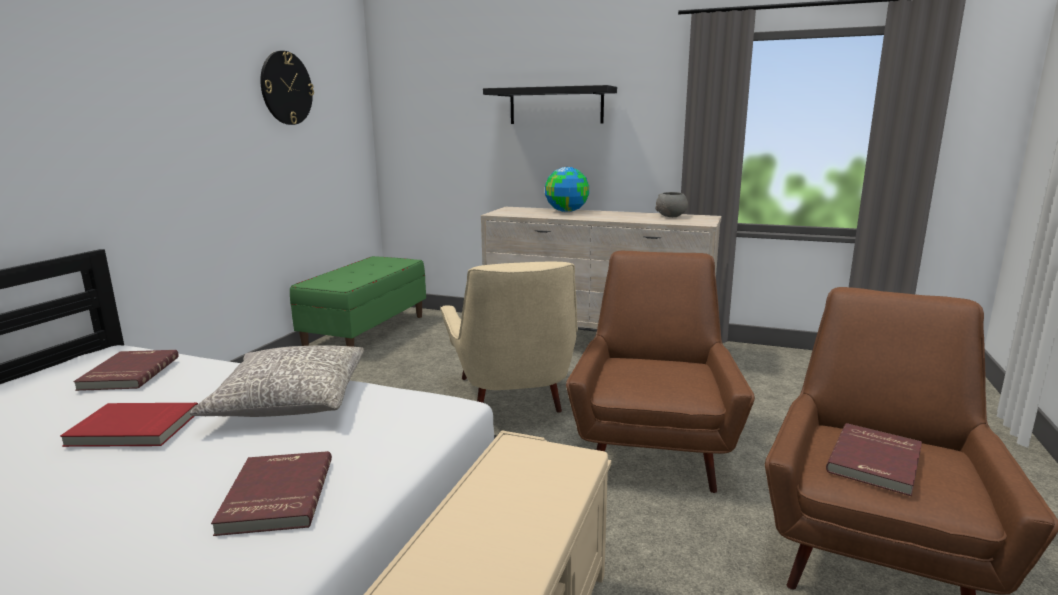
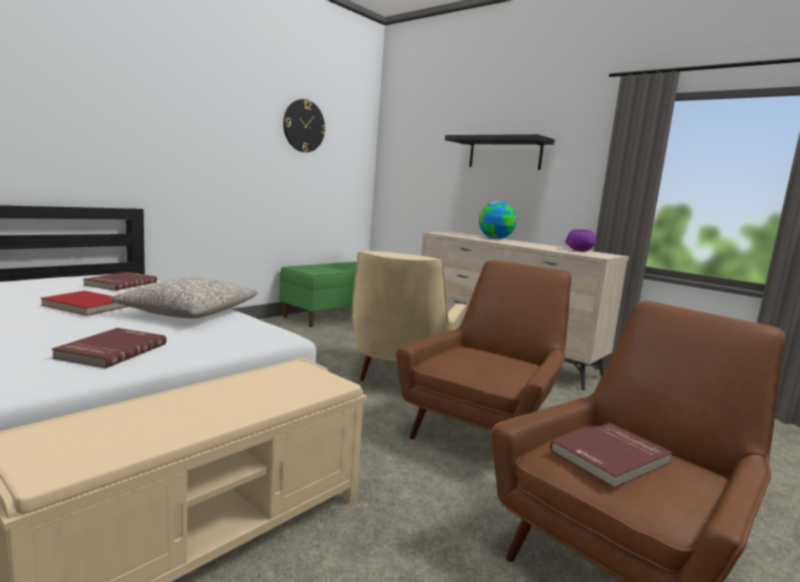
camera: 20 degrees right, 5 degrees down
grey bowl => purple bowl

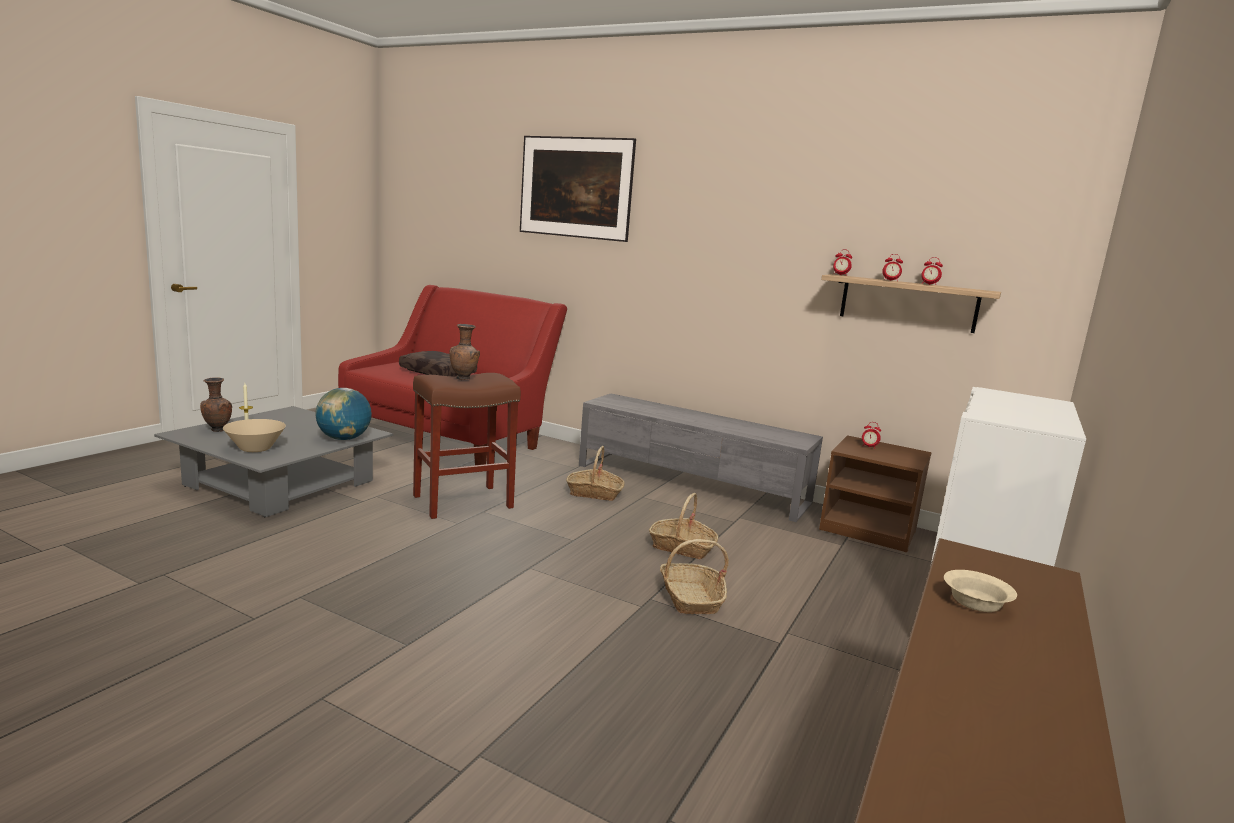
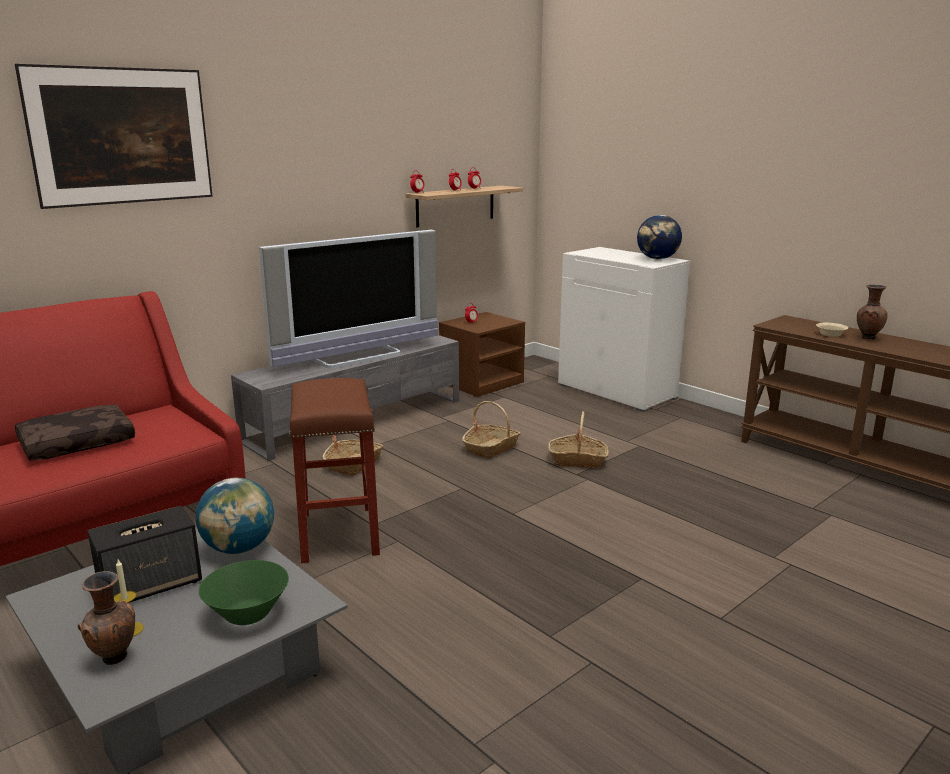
camera: 70 degrees left, 5 degrees up
nothing => speaker
nothing => television
nothing => globe (no. 2 from left)
brown vase (no. 2 from left), shifted
beige bowl (no. 1 from left) => green bowl

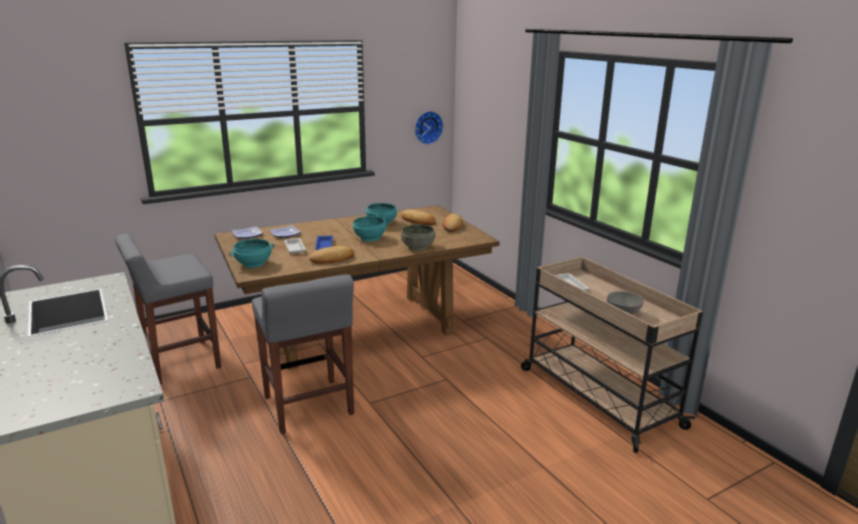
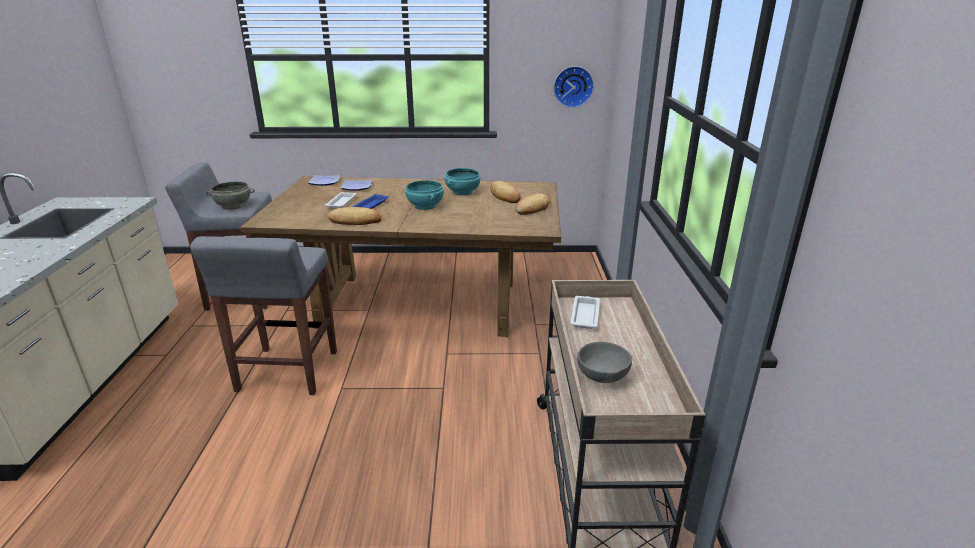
camera: 30 degrees right, 5 degrees up
turquoise bowl (no. 1 from left) => nothing
grey bowl (no. 1 from left), shifted

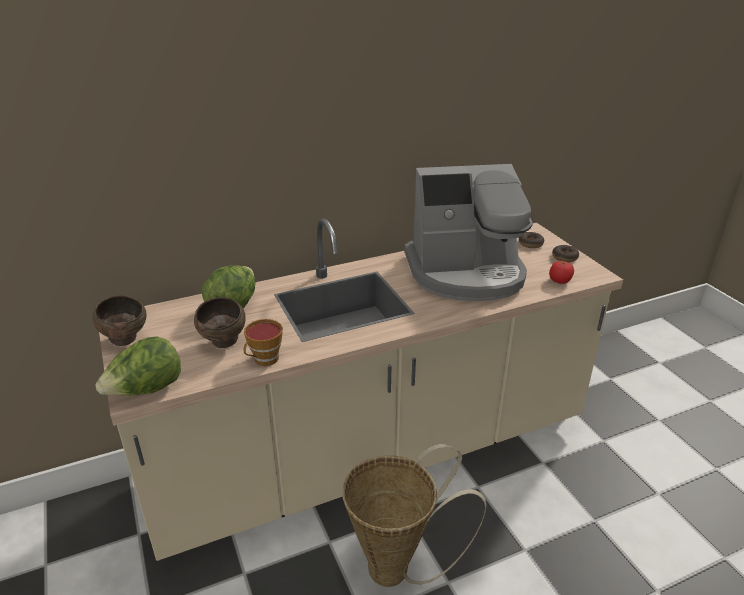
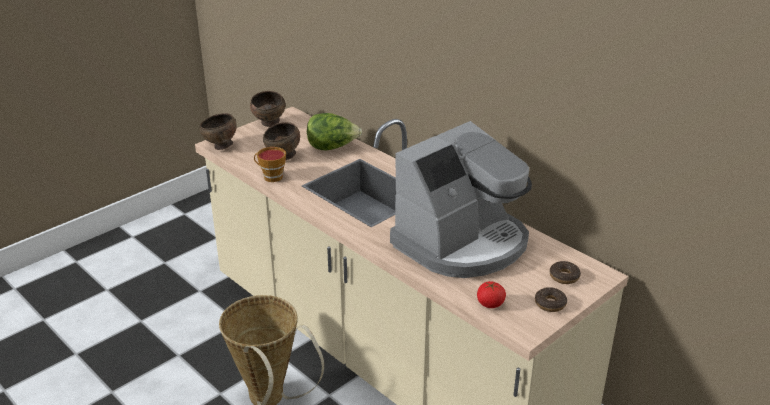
camera: 70 degrees right, 0 degrees up
lettuce (no. 1 from left) => brown bowl (no. 1 from left)
coffee machine, 105 degrees counterclockwise

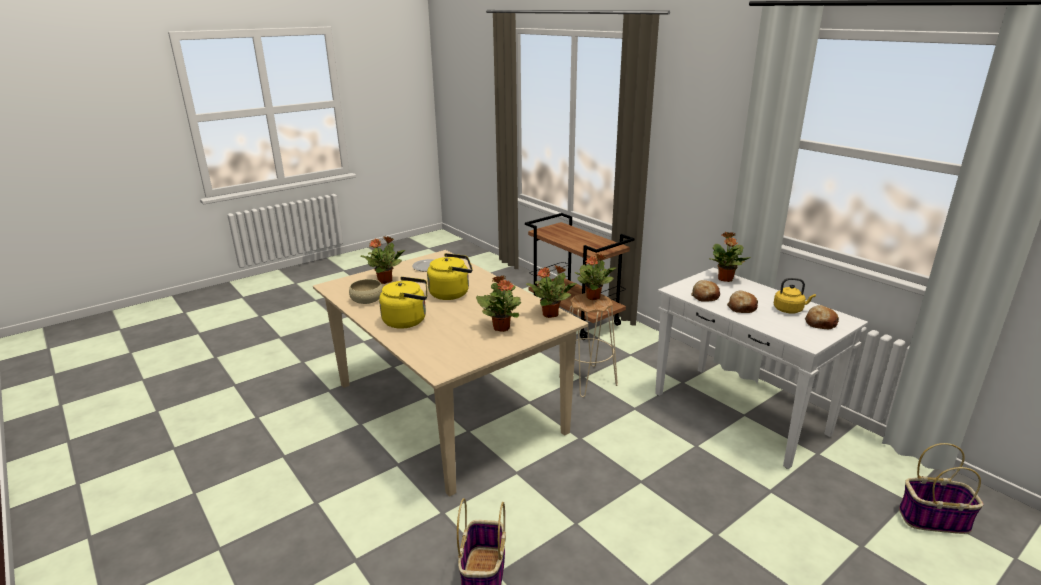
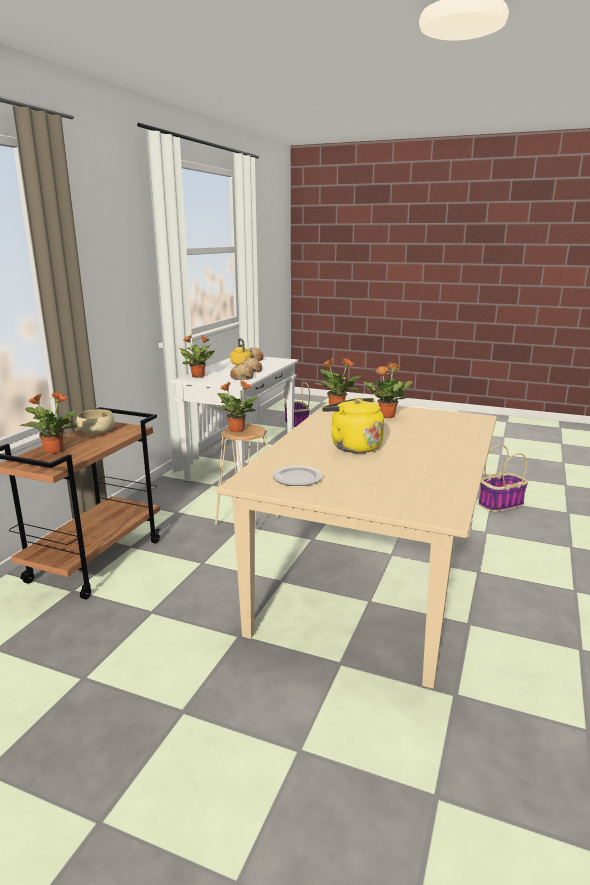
camera: 120 degrees left, 5 degrees down
yellow kettle (no. 1 from left) => nothing
beige bowl, shifted
potted plant (no. 1 from left), shifted

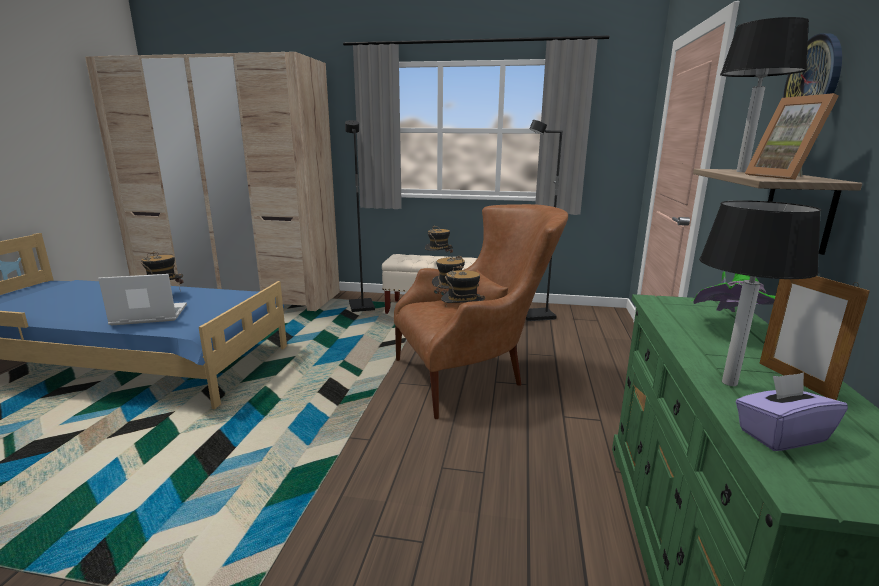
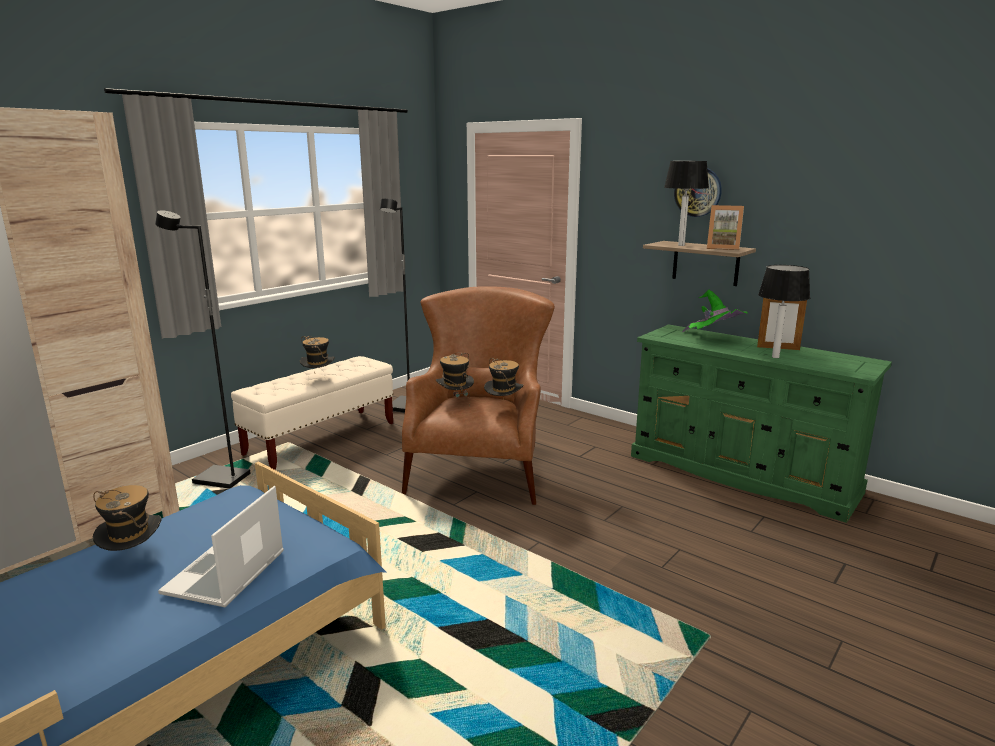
camera: 60 degrees left, 0 degrees up
purple tissue box => nothing

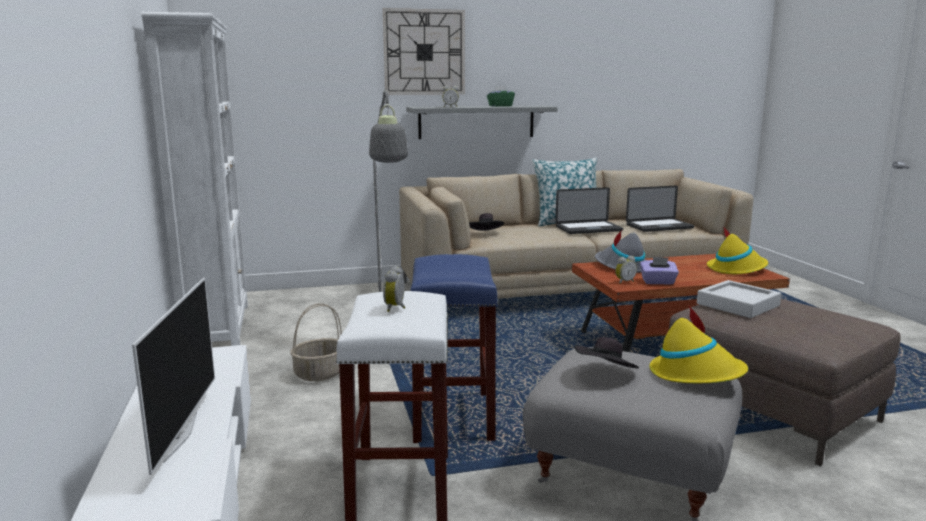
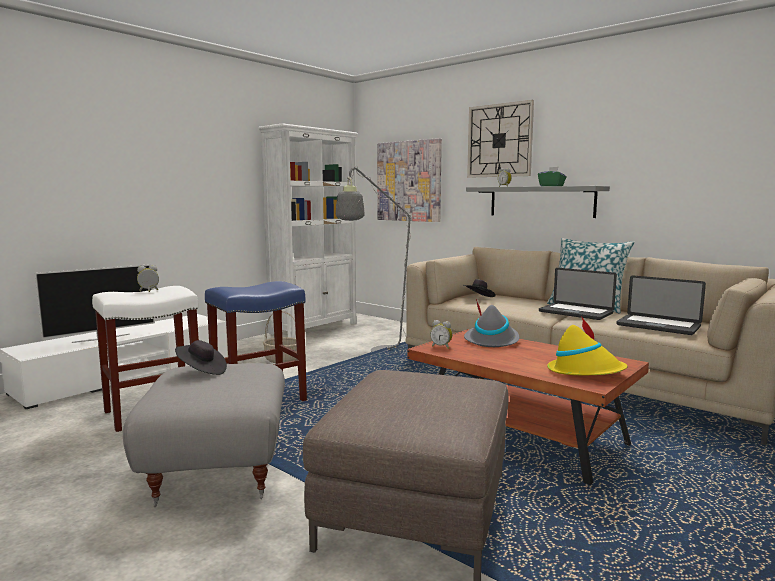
camera: 55 degrees right, 5 degrees down
purple tissue box => nothing
yellow hat (no. 1 from left) => nothing
grey tray => nothing
nothing => picture

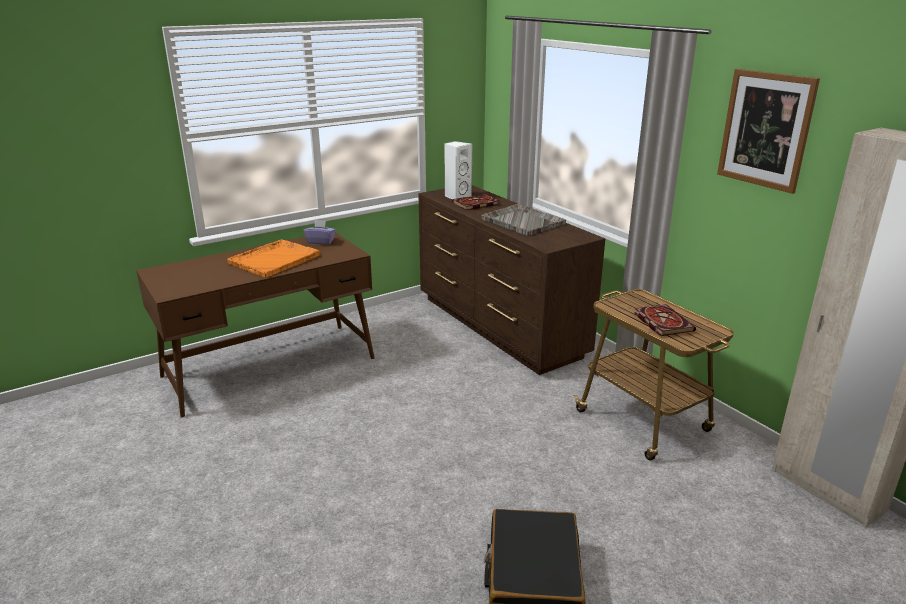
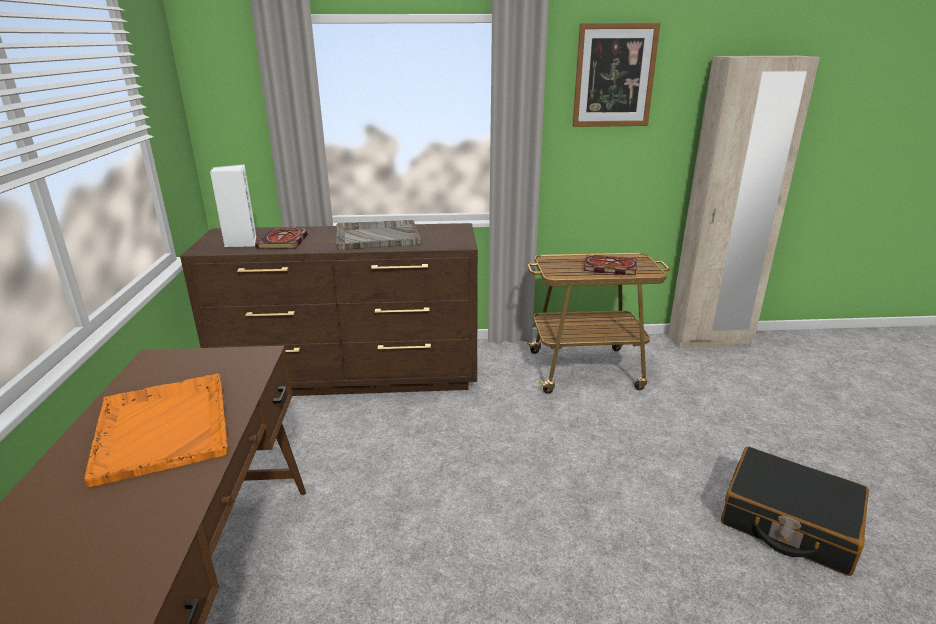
camera: 60 degrees left, 0 degrees up
purple tissue box => nothing

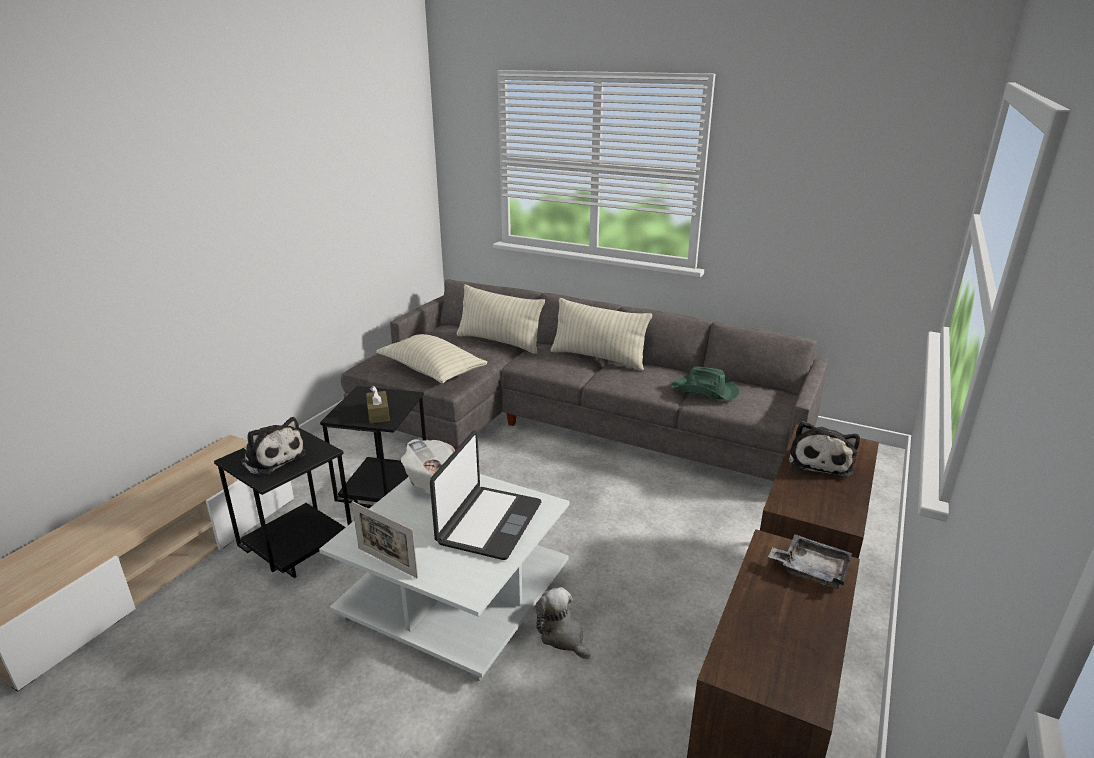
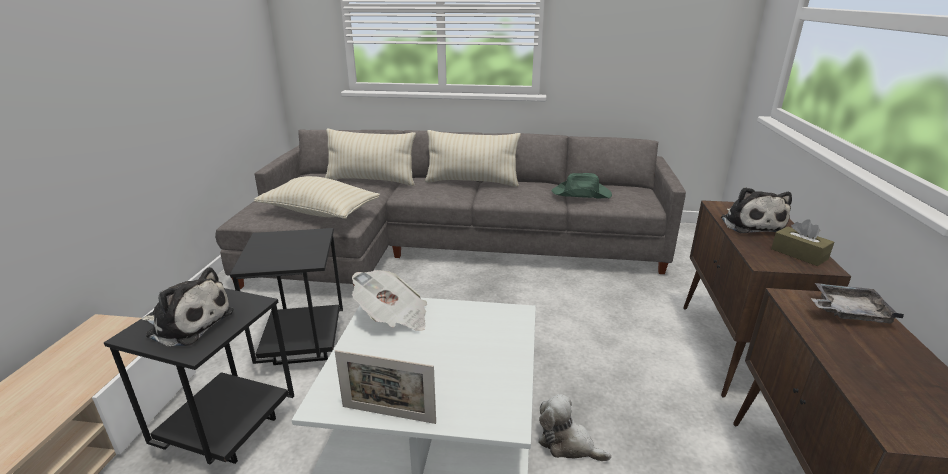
camera: 20 degrees left, 0 degrees up
laptop => nothing
brown tissue box, shifted

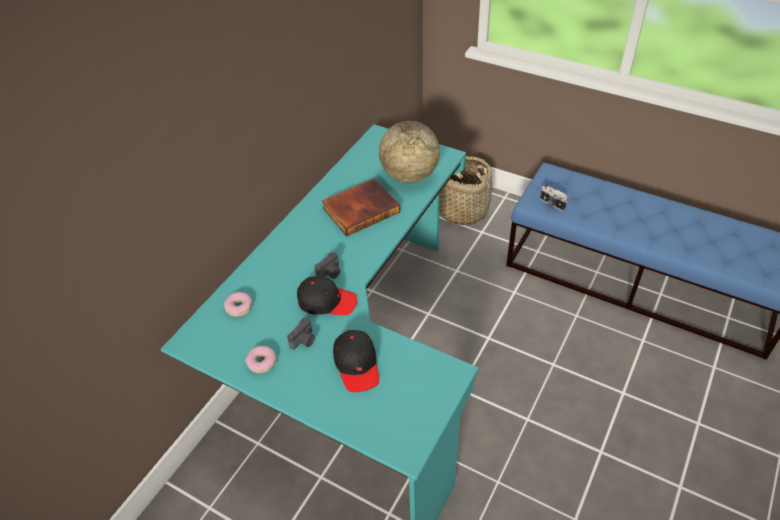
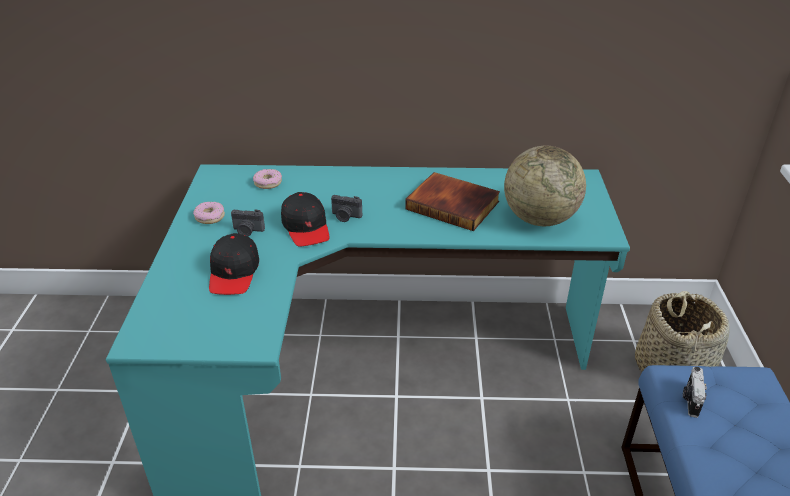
camera: 60 degrees right, 10 degrees down
black cap (no. 2 from left in the first image) => black cap (no. 1 from left), 45 degrees counterclockwise

